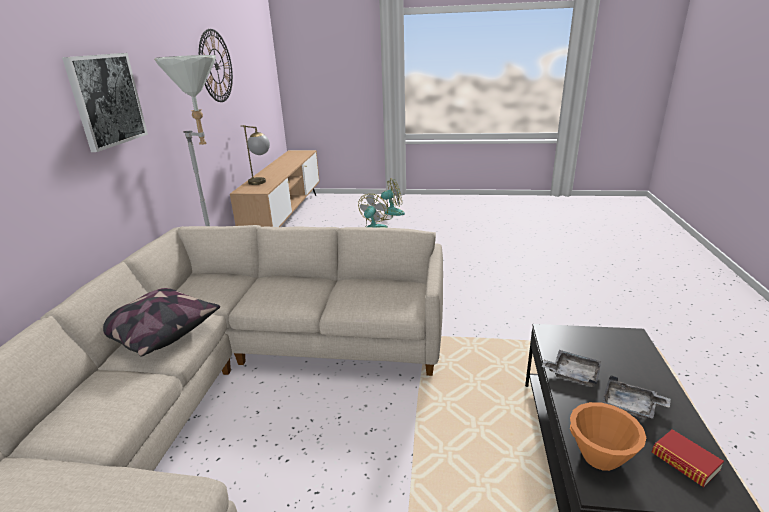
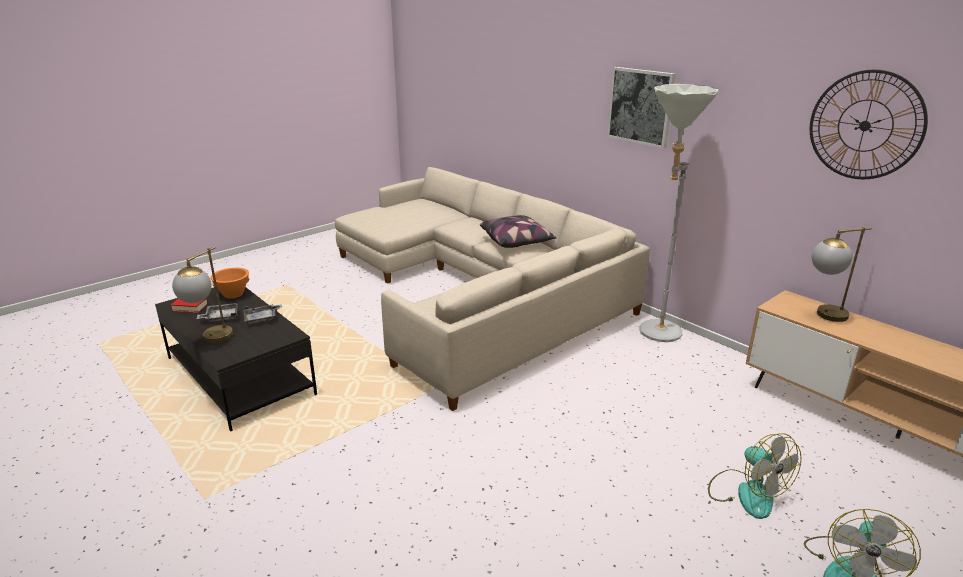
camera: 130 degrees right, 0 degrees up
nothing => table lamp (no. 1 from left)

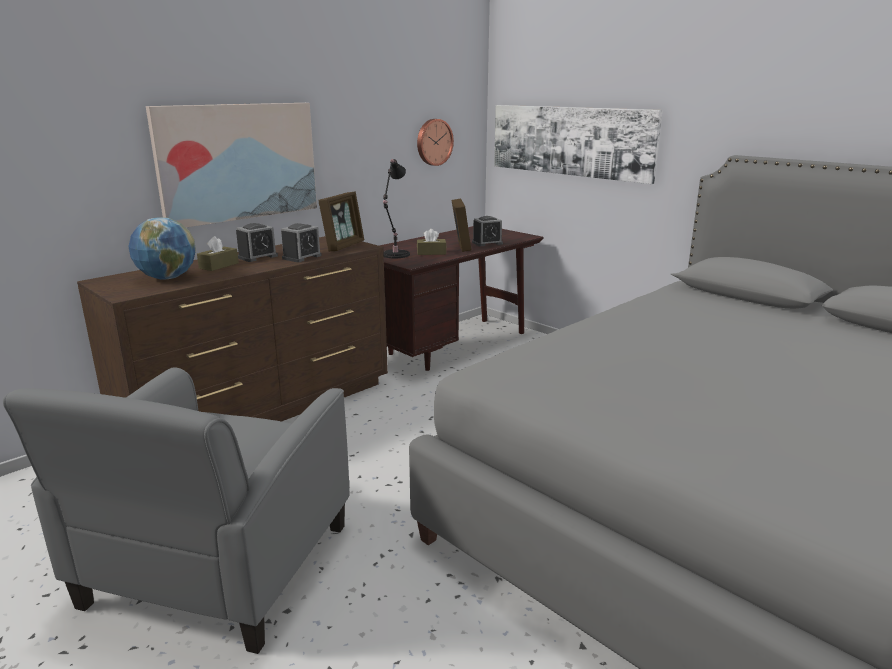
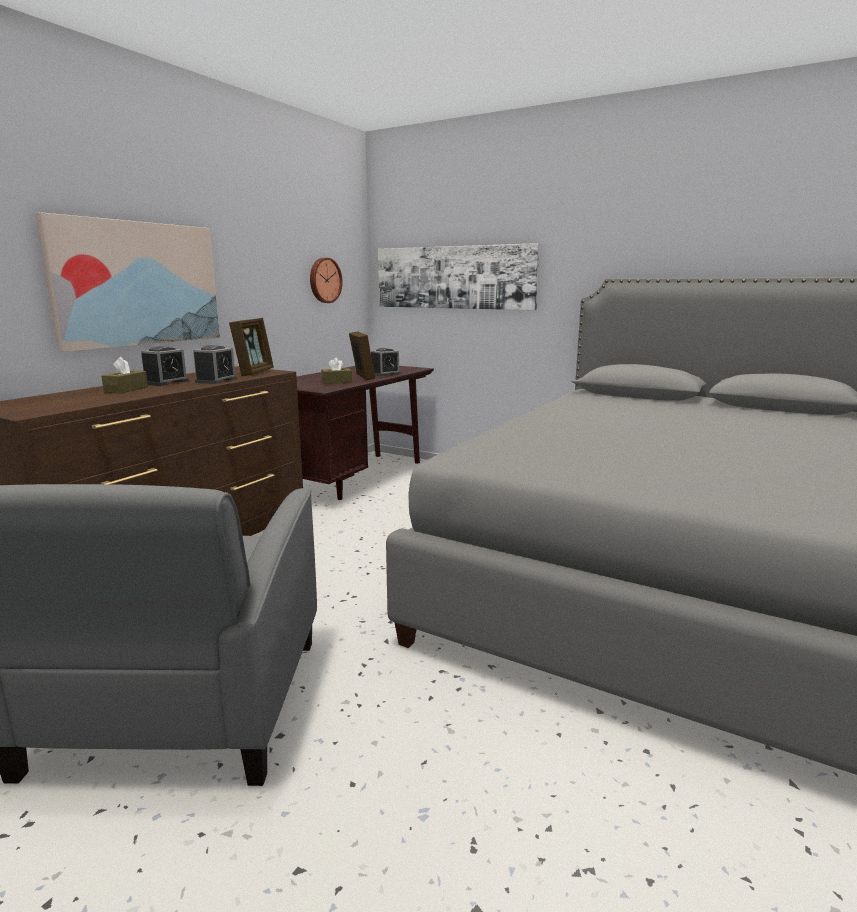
camera: 15 degrees left, 5 degrees down
globe => nothing
black table lamp => nothing

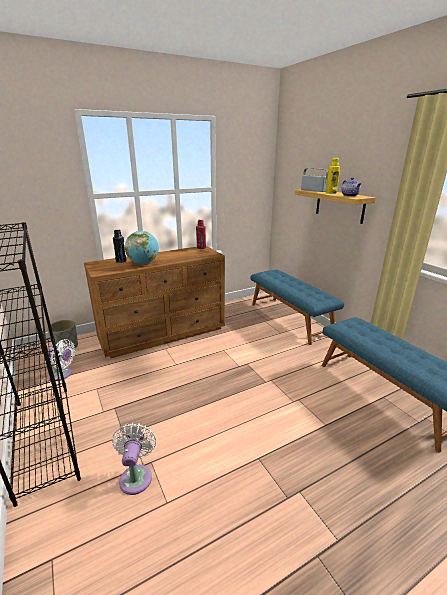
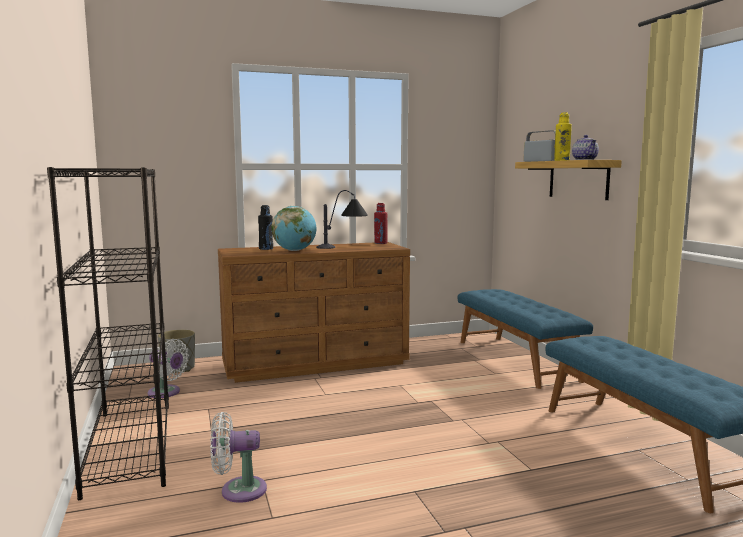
camera: 10 degrees right, 15 degrees down
nothing => table lamp
white fan (no. 2 from left), 105 degrees counterclockwise

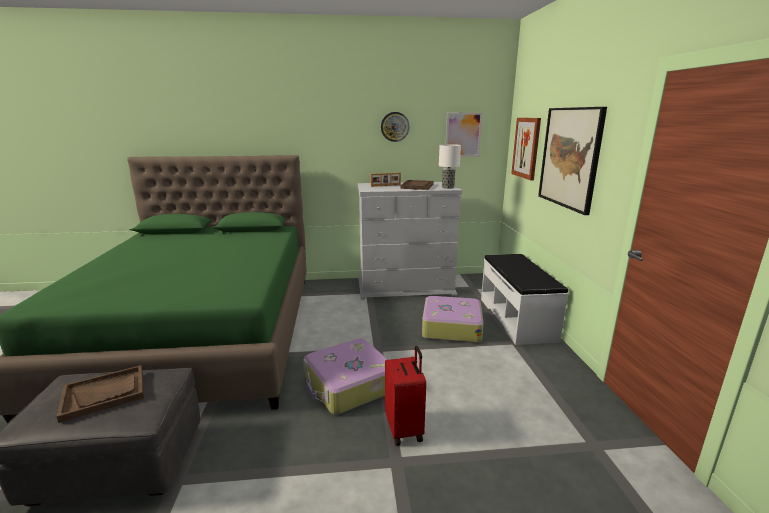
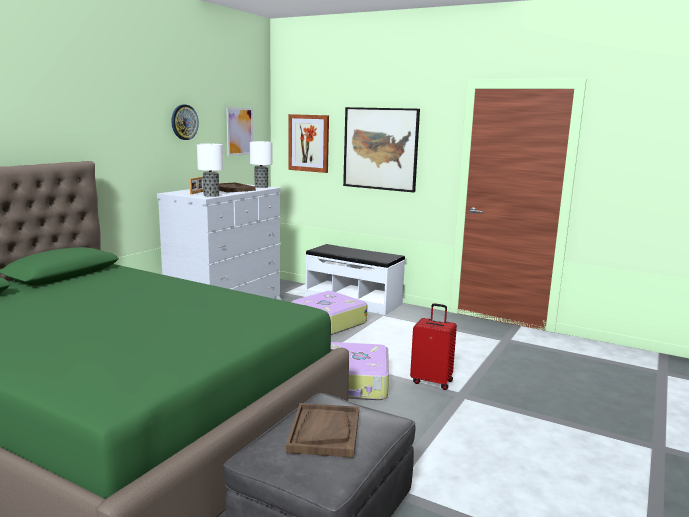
camera: 55 degrees left, 5 degrees down
nothing => table lamp (no. 1 from left)

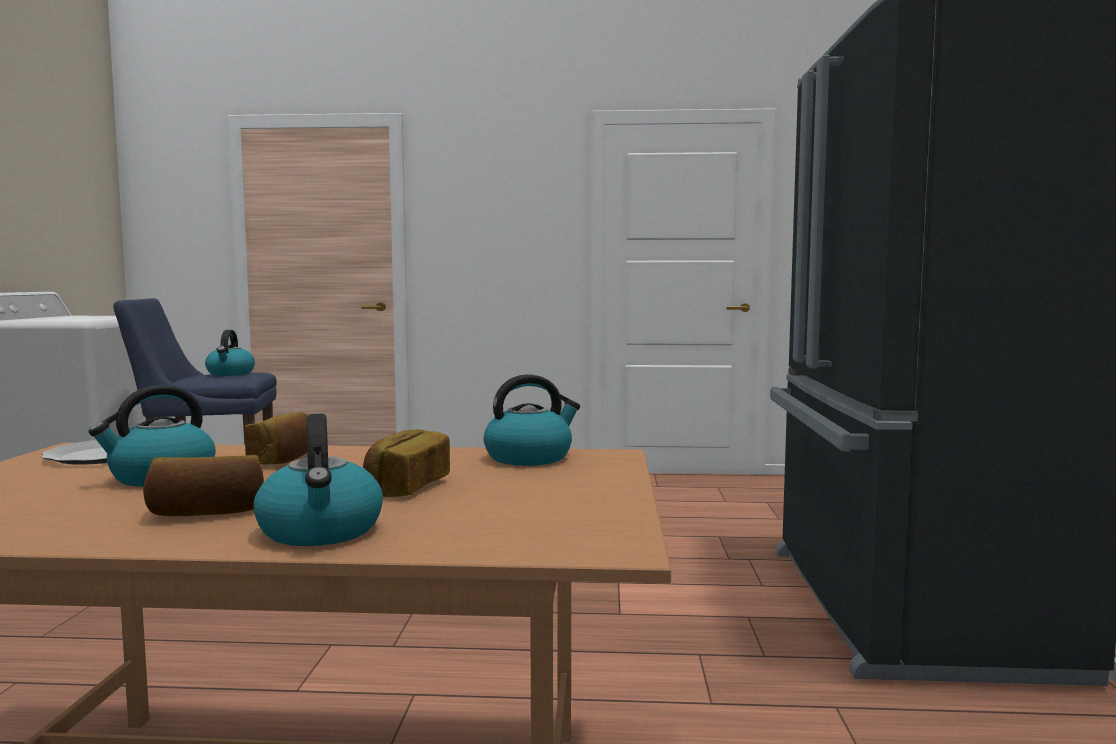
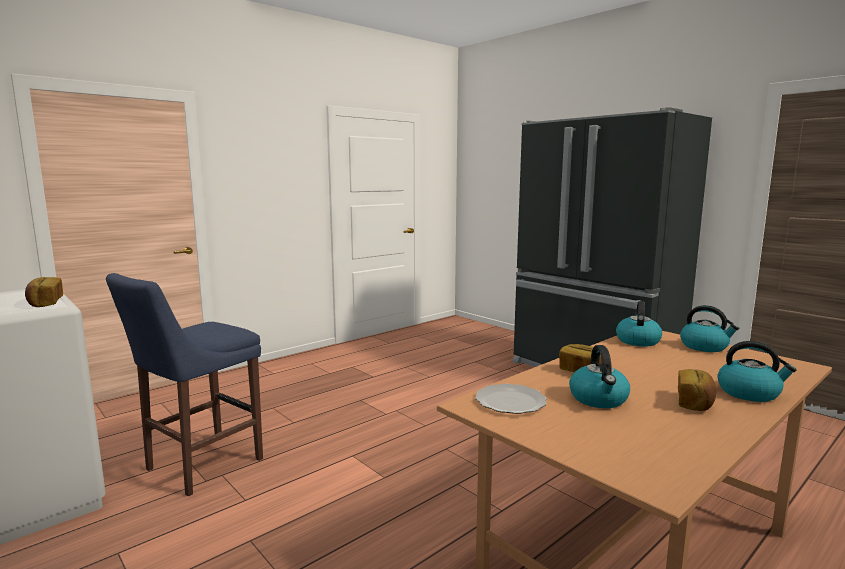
camera: 45 degrees left, 5 degrees up
kettle (no. 2 from left in the first image) => kettle (no. 3 from left), shifted
bread (no. 3 from left in the first image) => bread (no. 1 from left), shifted

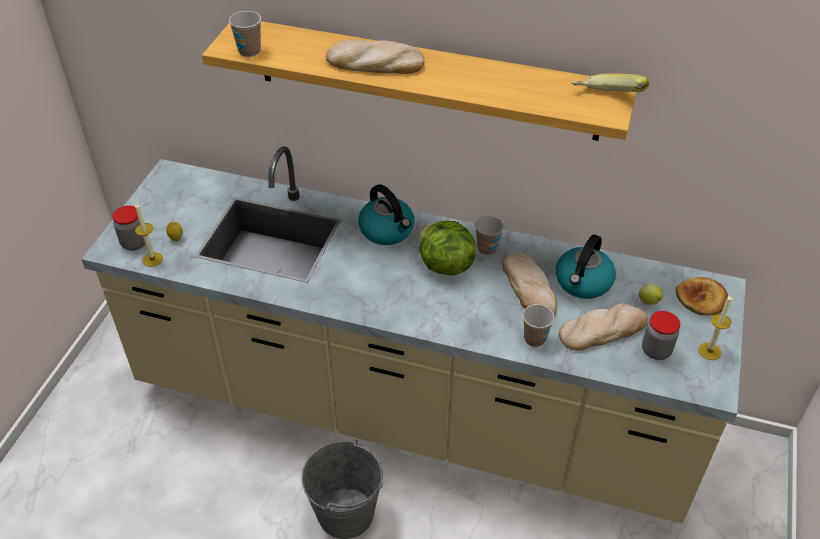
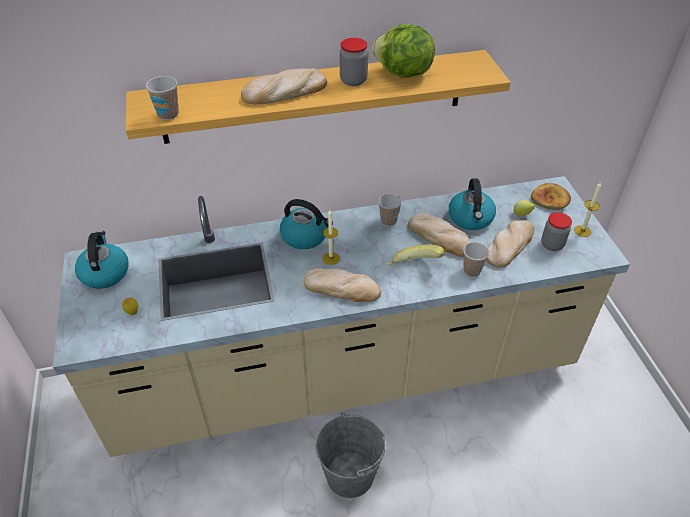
camera: 30 degrees left, 0 degrees up
nothing => kettle (no. 1 from left)
nothing => bread (no. 2 from left)
jar (no. 1 from left), shifted
candle (no. 1 from left), shifted
lettuce, shifted
banana, shifted

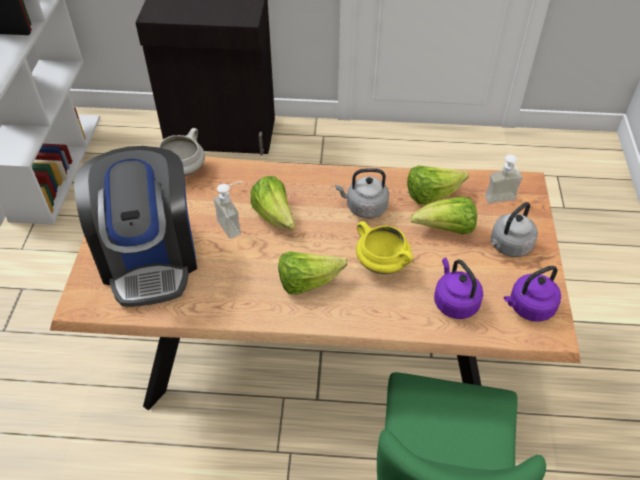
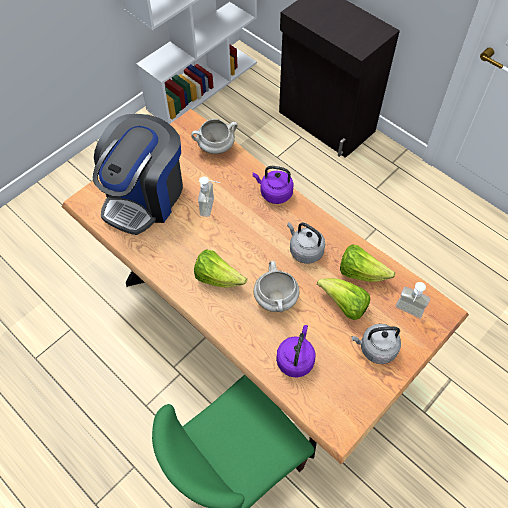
camera: 40 degrees right, 10 degrees up
lettuce (no. 1 from left) => nothing
purple kettle (no. 2 from left in the first image) => purple kettle (no. 1 from left), shifted
yellow cooking pot => white cooking pot (no. 2 from left)

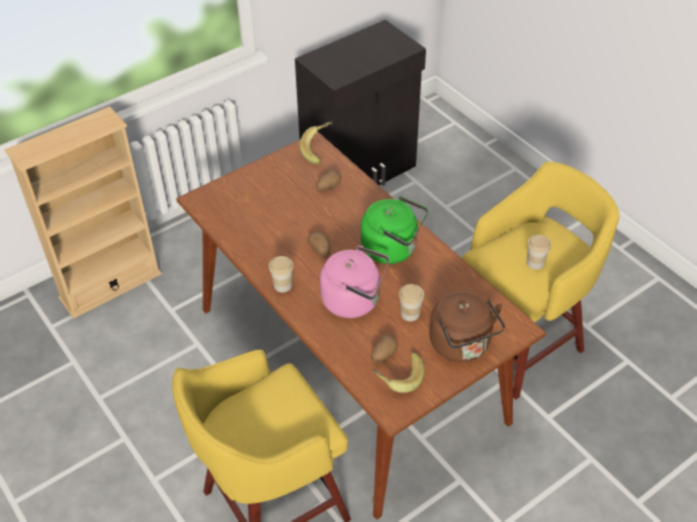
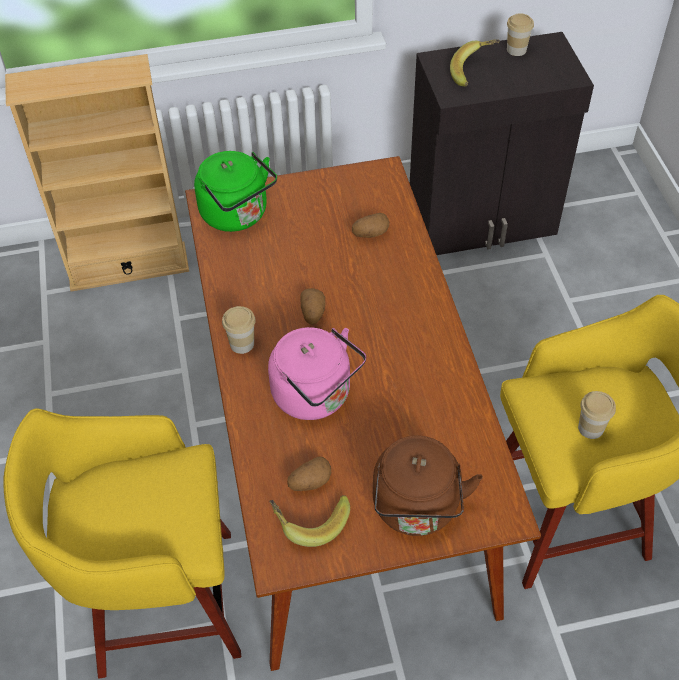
camera: 25 degrees right, 5 degrees up
banana (no. 1 from left in the first image) => banana (no. 2 from left), shifted
green kettle, shifted
cup (no. 2 from left), shifted

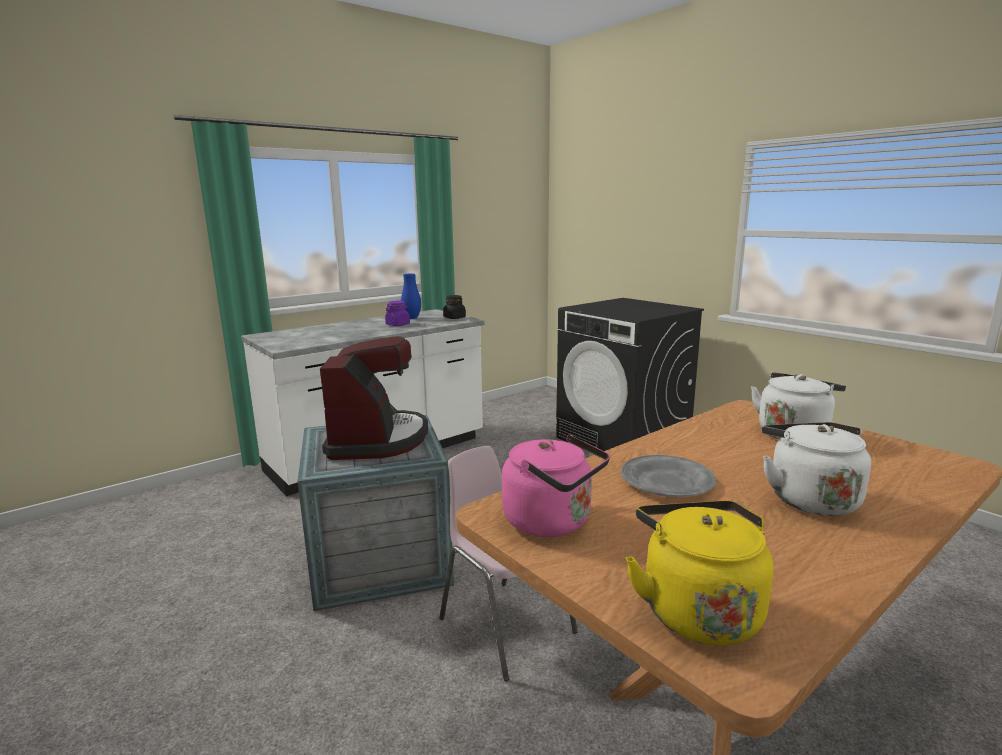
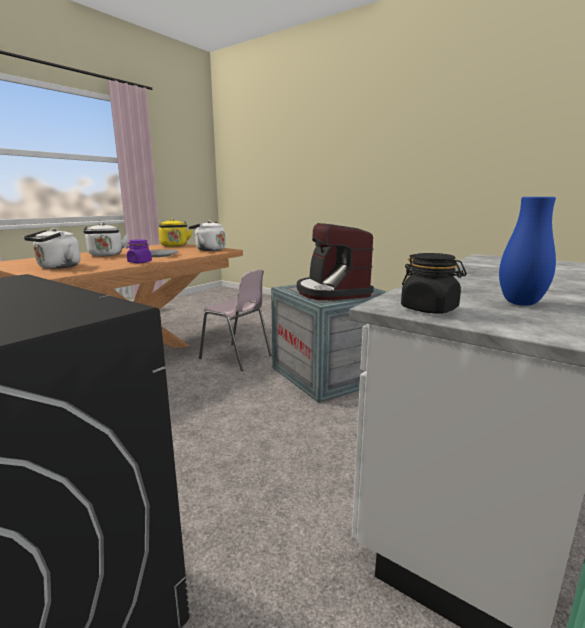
camera: 165 degrees right, 0 degrees up
purple jar, shifted
pink kettle => white kettle (no. 3 from left)

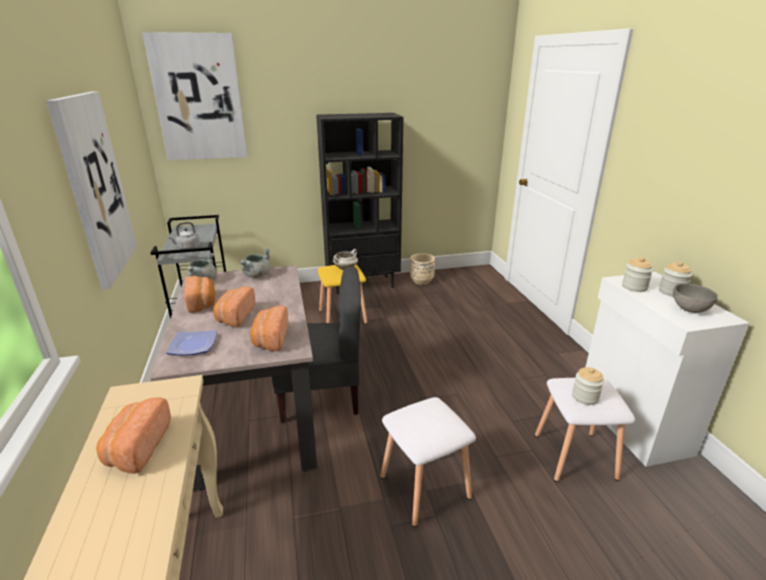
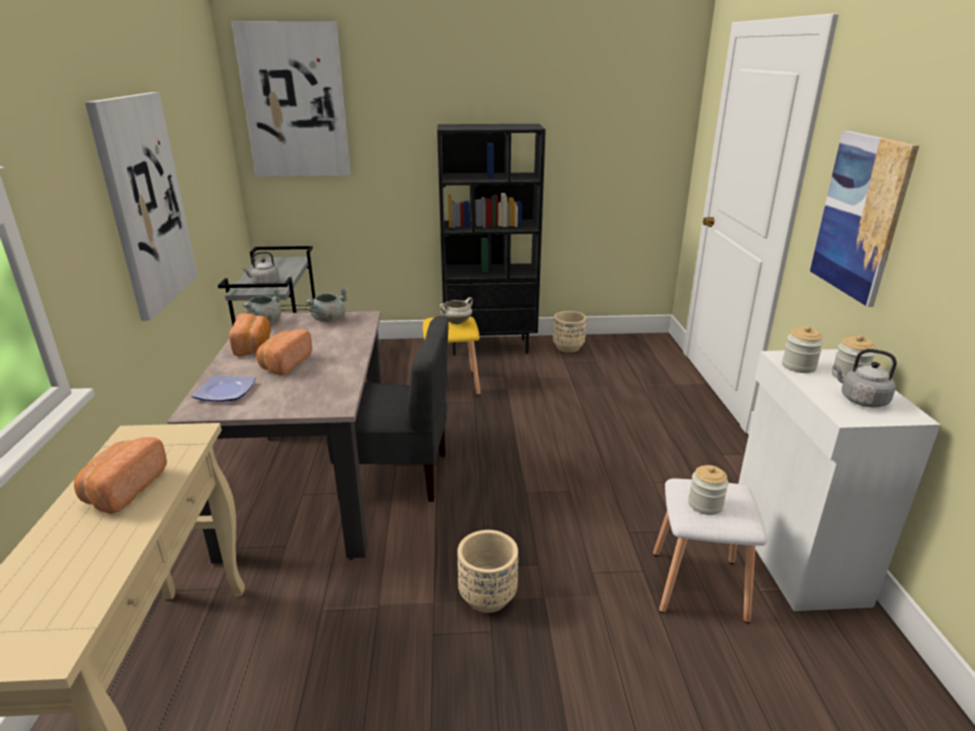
camera: 10 degrees right, 0 degrees up
bread (no. 4 from left) => nothing
nothing => picture (no. 3 from left)
white stool (no. 1 from left) => beige planter (no. 1 from left)
grey bowl => grey kettle (no. 2 from left)

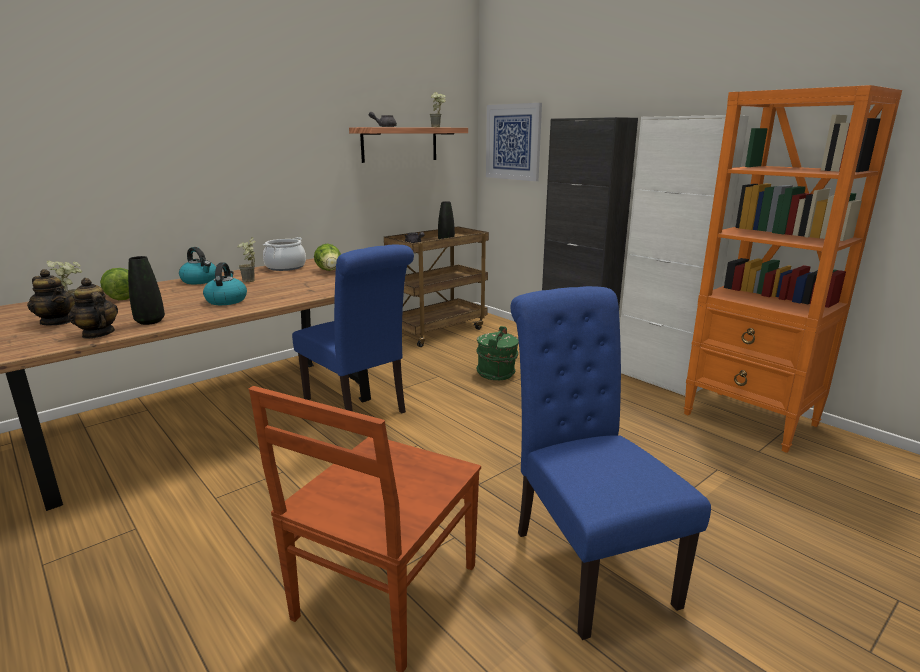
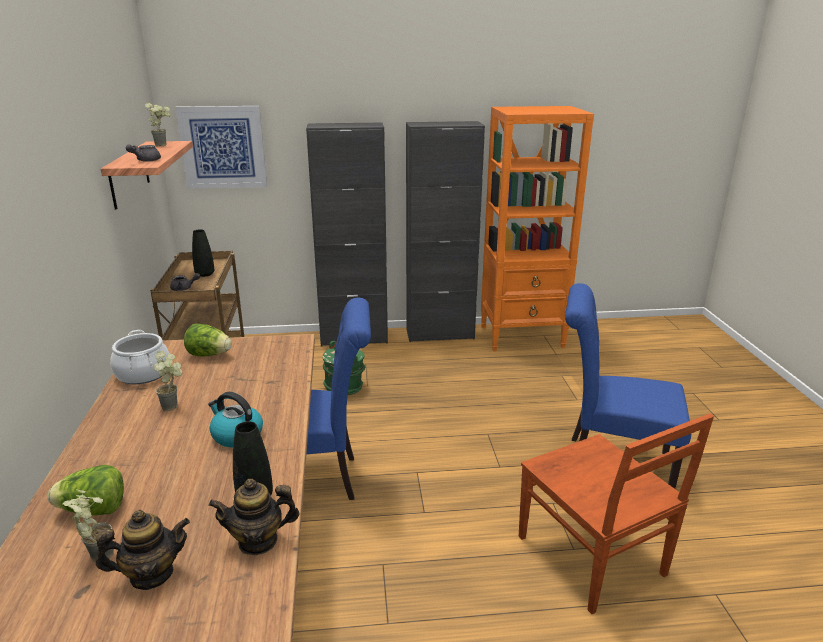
camera: 55 degrees left, 5 degrees up
kettle (no. 1 from left) => nothing
white cabinet => black cabinet (no. 2 from left)

